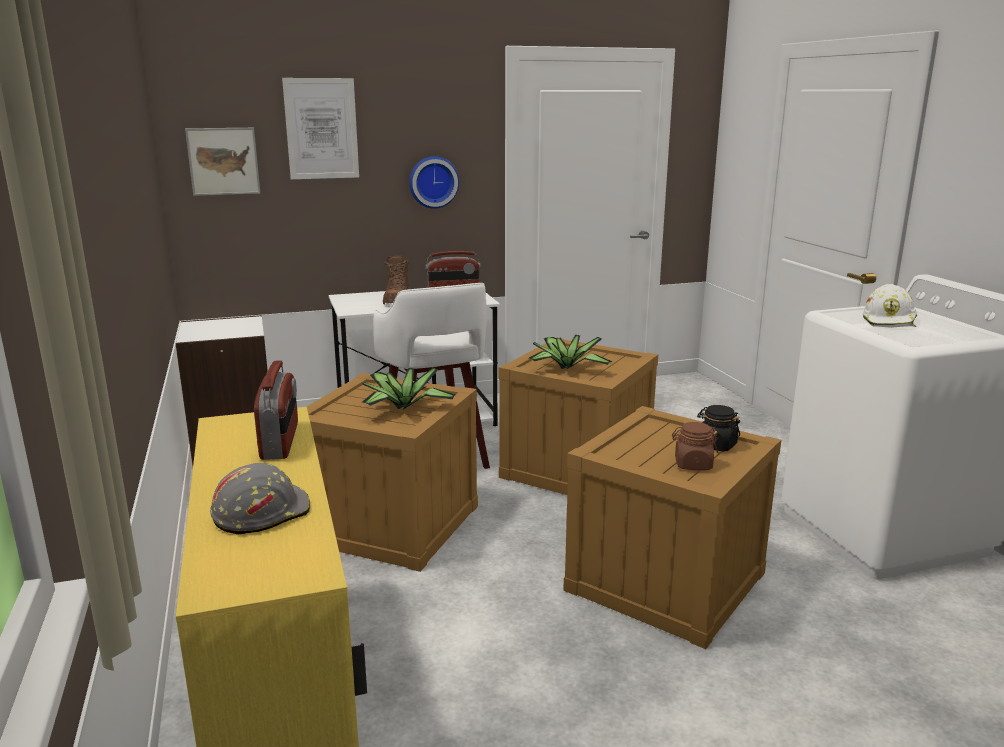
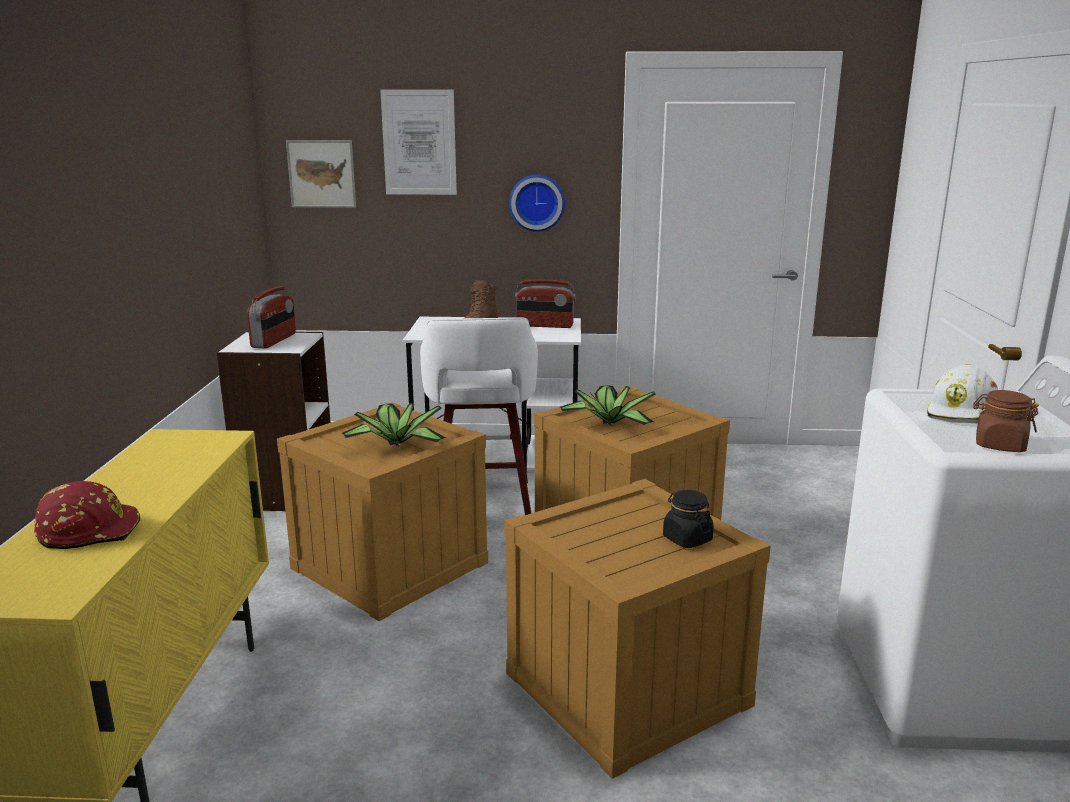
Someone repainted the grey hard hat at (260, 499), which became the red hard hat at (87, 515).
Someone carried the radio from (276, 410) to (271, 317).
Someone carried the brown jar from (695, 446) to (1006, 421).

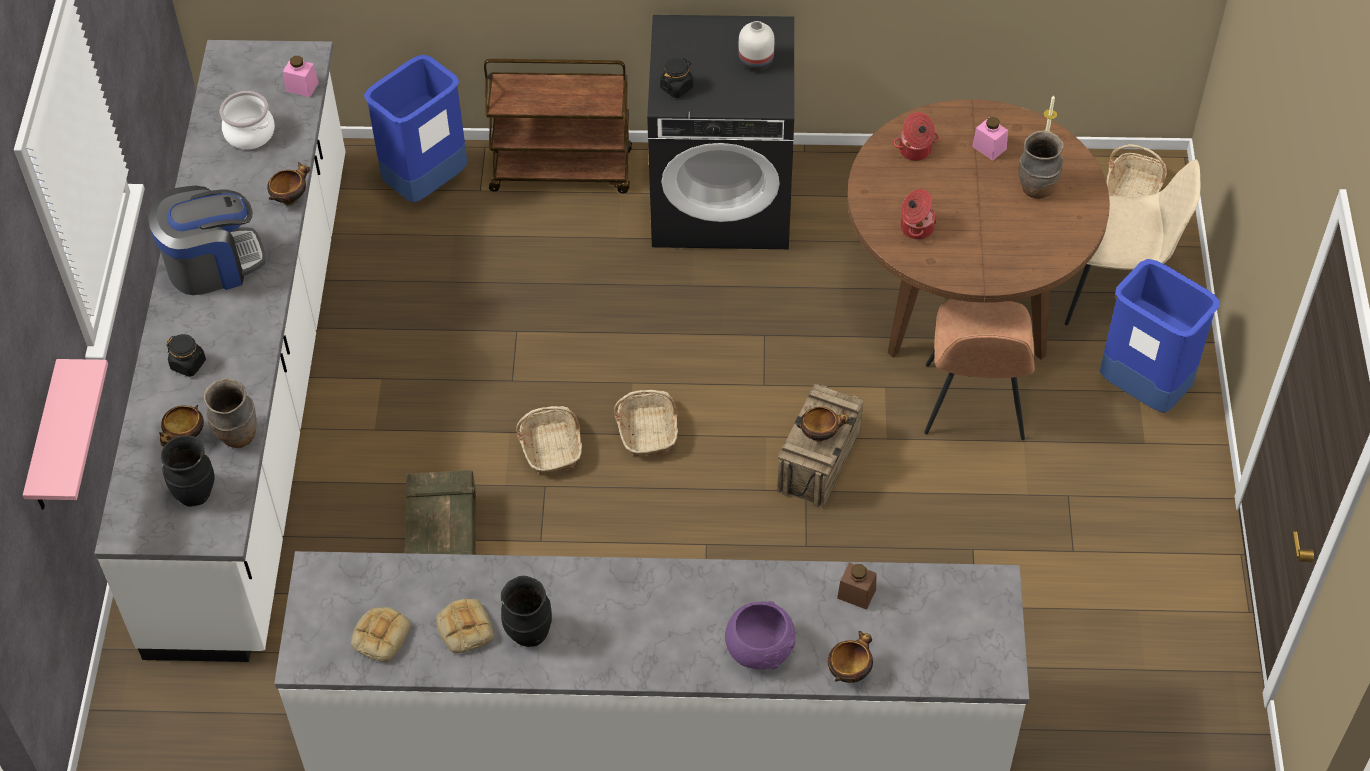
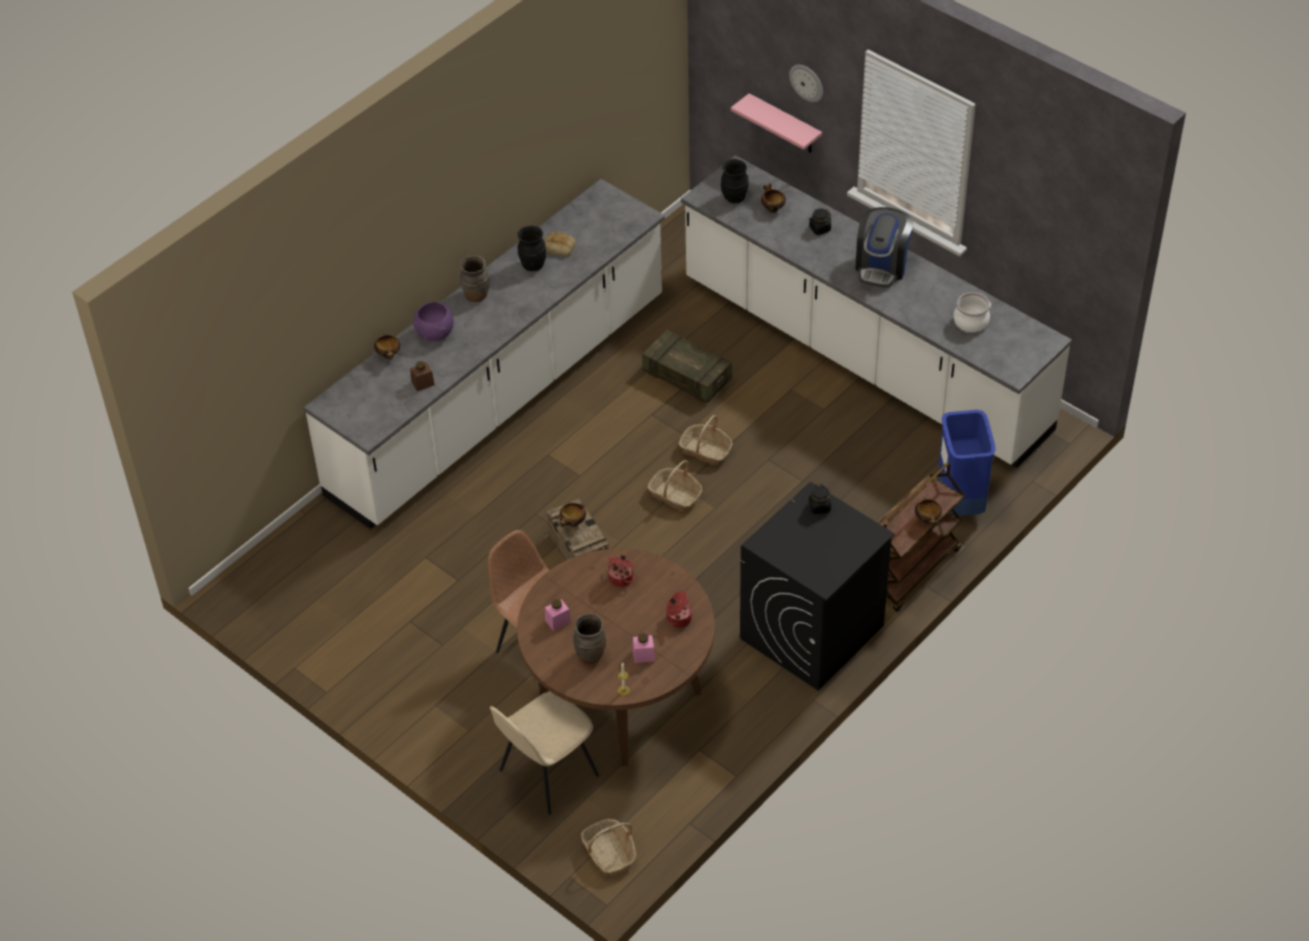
Someone carried the brown vase from (230, 413) to (474, 279).
Someone carried the bowl from (288, 184) to (928, 512).
Someone carried the pink jar from (301, 76) to (558, 615).
Someone took away the bread at (381, 634).
Someone took away the white vase at (756, 46).
Someone took away the blue trash can at (1160, 336).
Someone put up the wall clock at (806, 83).

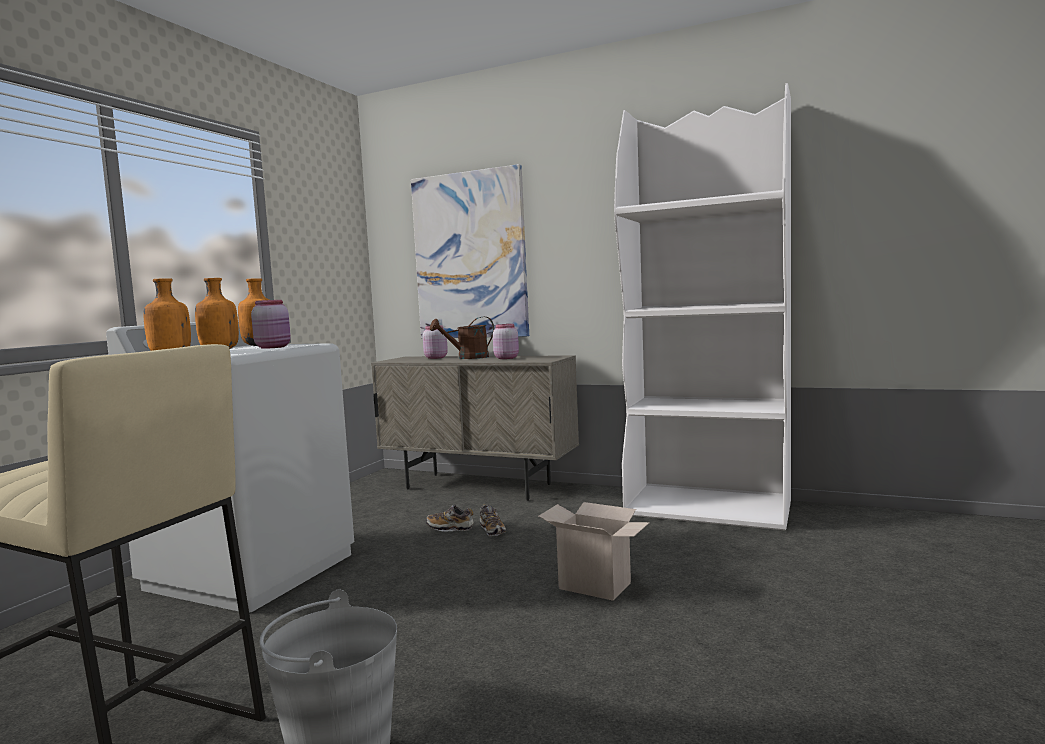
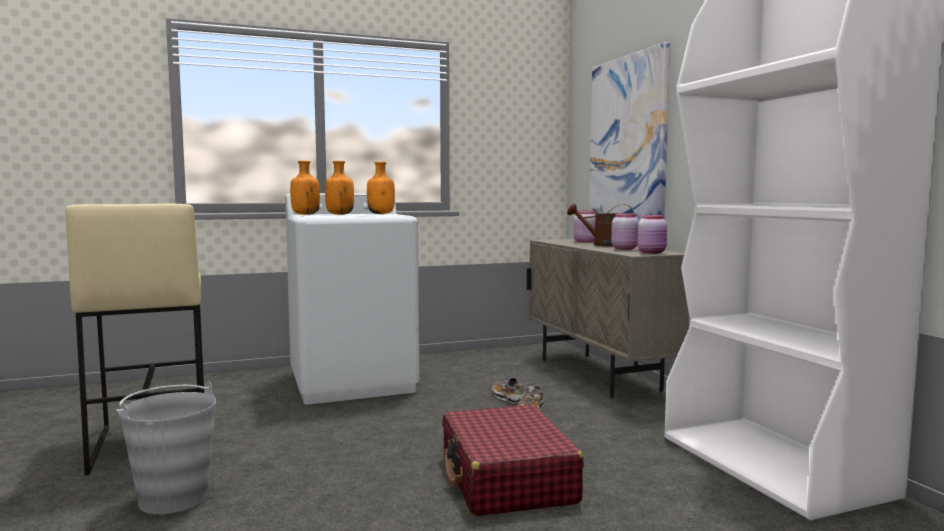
Someone carried the pink jar from (271, 324) to (652, 234).
Someone swapped the cardboard box at (594, 551) for the red suitcase at (513, 460).

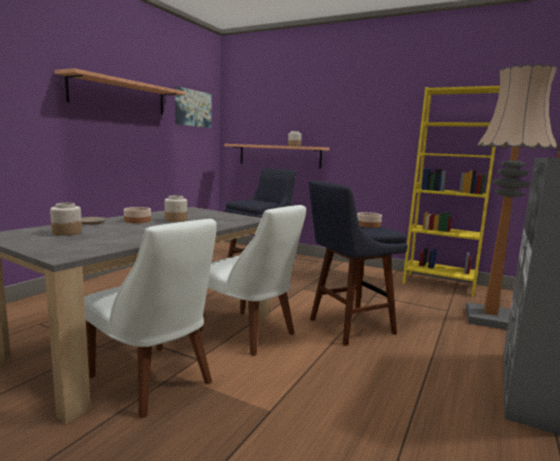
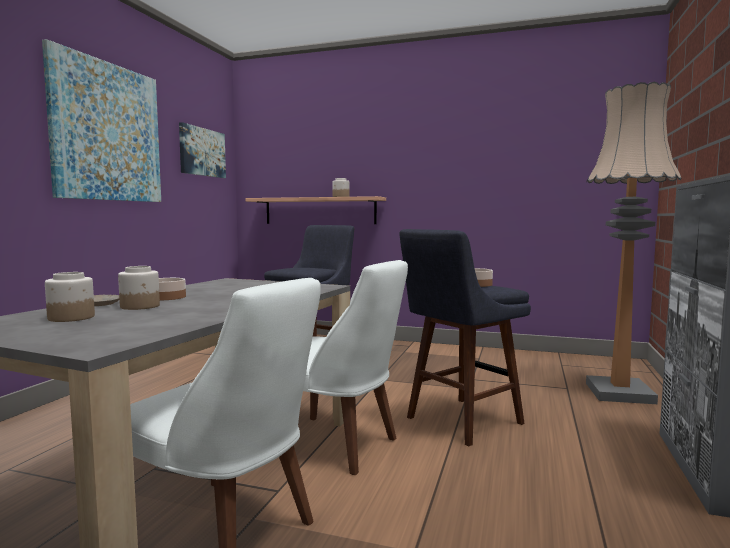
Someone swapped the shelf at (120, 91) for the picture at (101, 120).
Someone carried the jar from (176, 208) to (139, 288).
Someone took away the yellow bookcase at (451, 191).

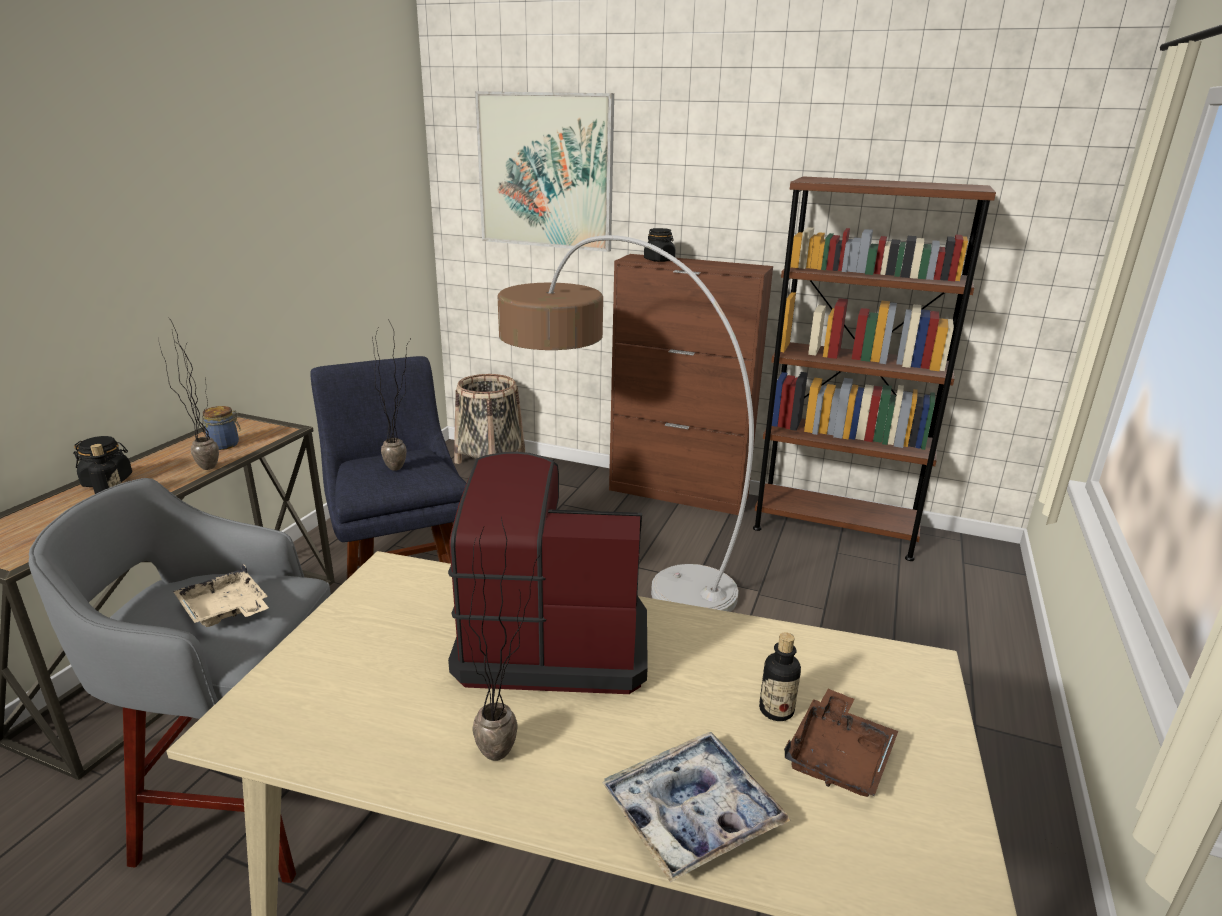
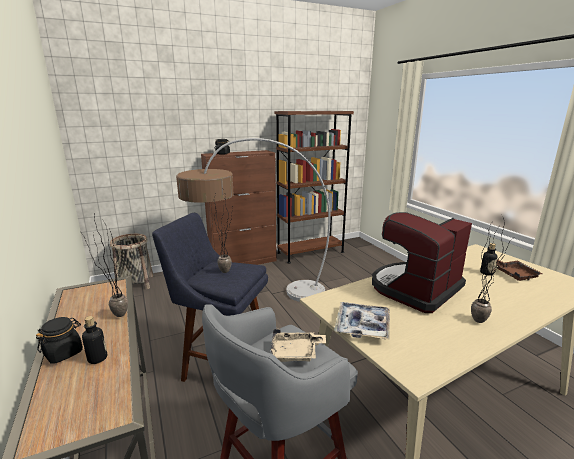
Someone took away the jar at (222, 428).
Someone took away the picture at (544, 171).
Someone carried the tray from (696, 807) to (362, 320).

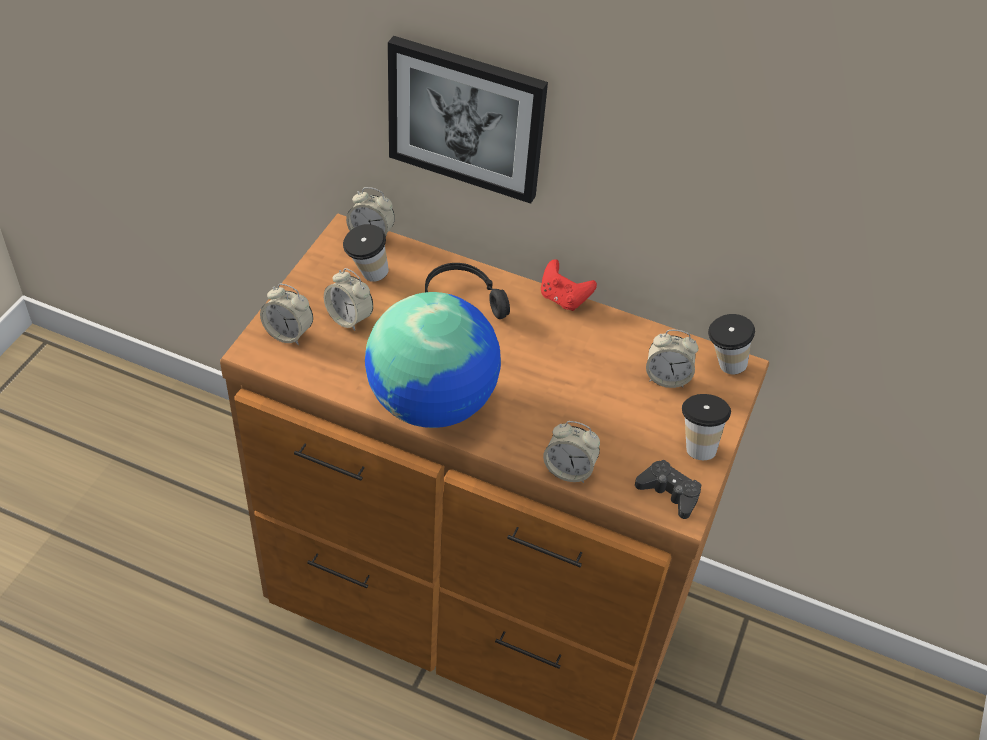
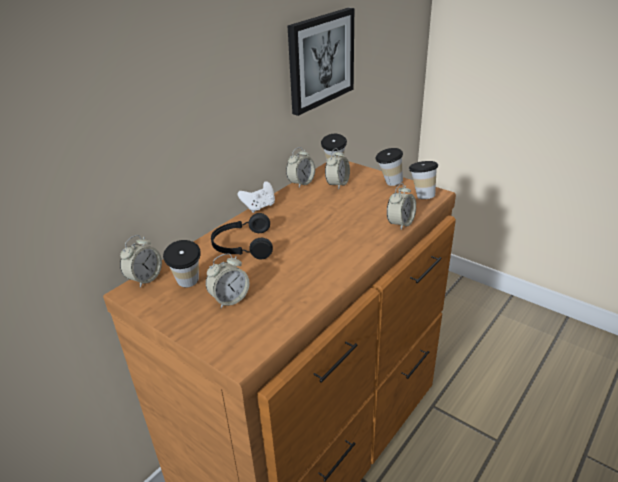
Someone carried the alarm clock from (286, 314) to (300, 167).
Someone took away the globe at (433, 360).
Someone carried the picture from (468, 120) to (321, 62).
Someone repainted the red game controller at (569, 285), which became the white game controller at (256, 197).
Someone swapped the black game controller at (668, 489) for the cup at (423, 180).

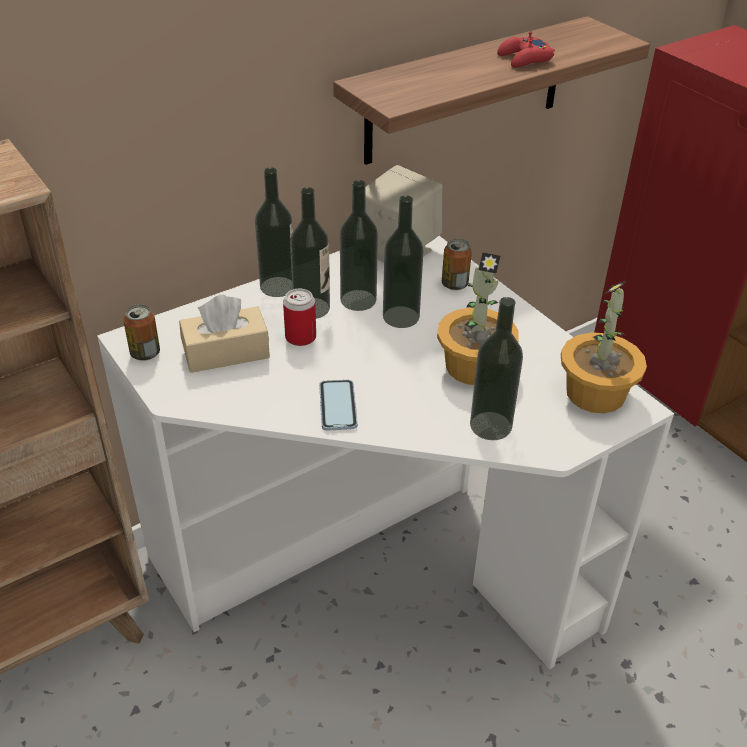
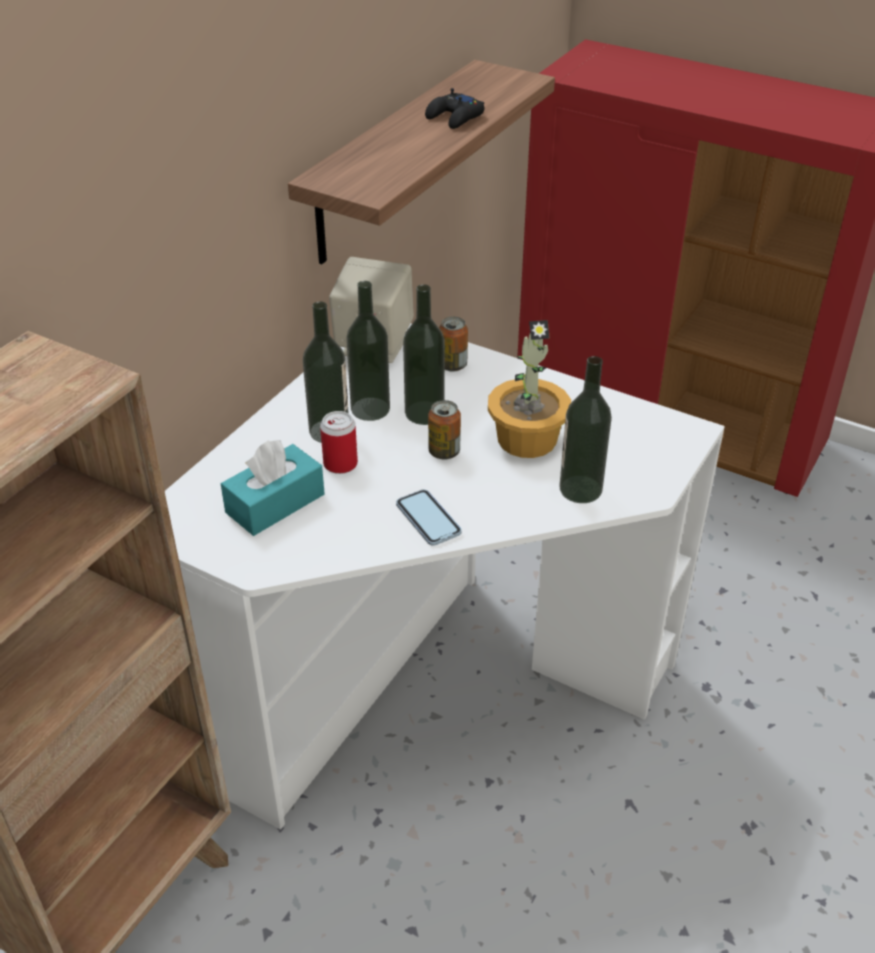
Someone carried the can from (141, 332) to (444, 430).
Someone repainted the beige tissue box at (224, 333), which became the turquoise tissue box at (273, 488).
Someone took away the bottle at (274, 232).
Someone repainted the red game controller at (526, 50), which became the black game controller at (455, 108).
Someone took away the potted plant at (604, 347).

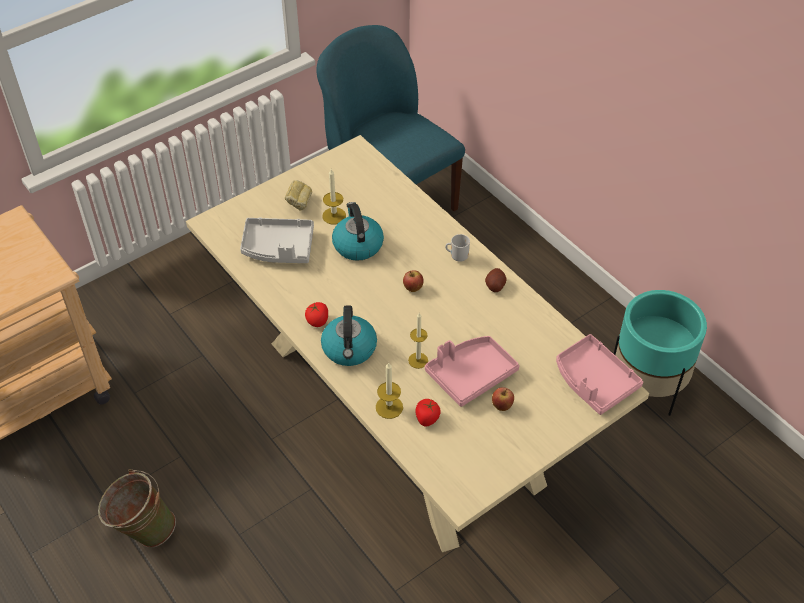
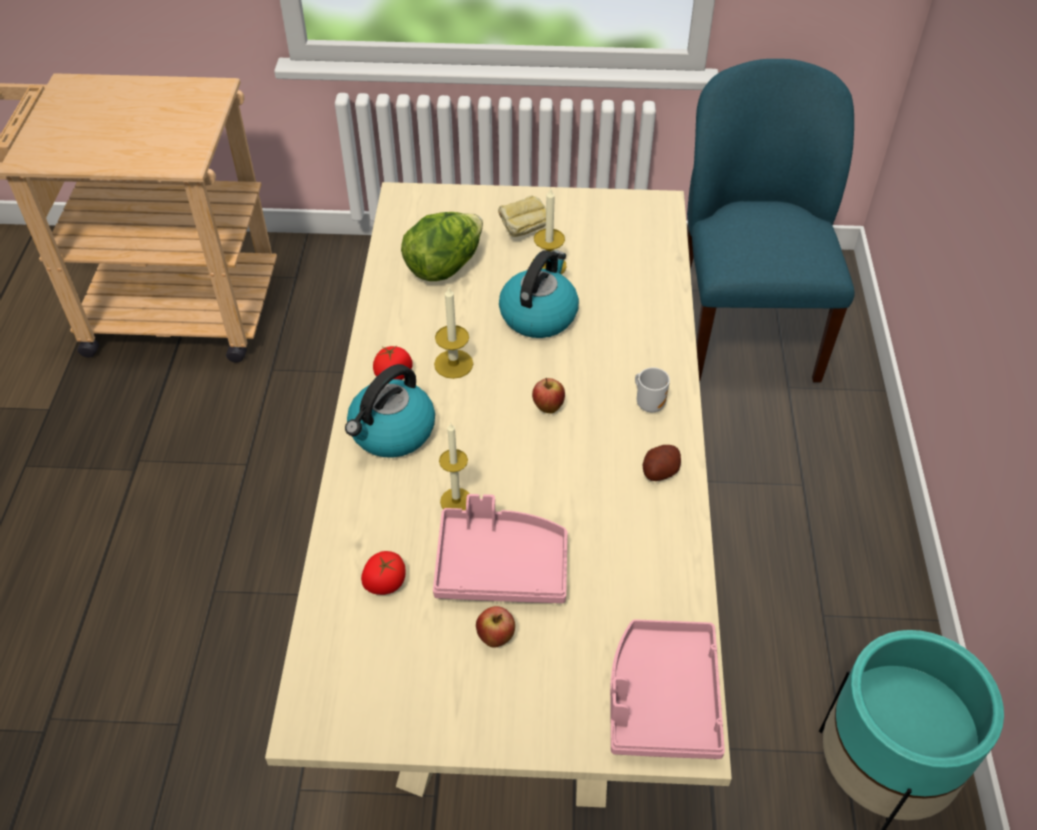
Someone took away the green bucket at (137, 508).
Someone swapped the grey tray at (277, 240) for the lettuce at (442, 246).
Someone carried the candle from (389, 391) to (453, 332).

